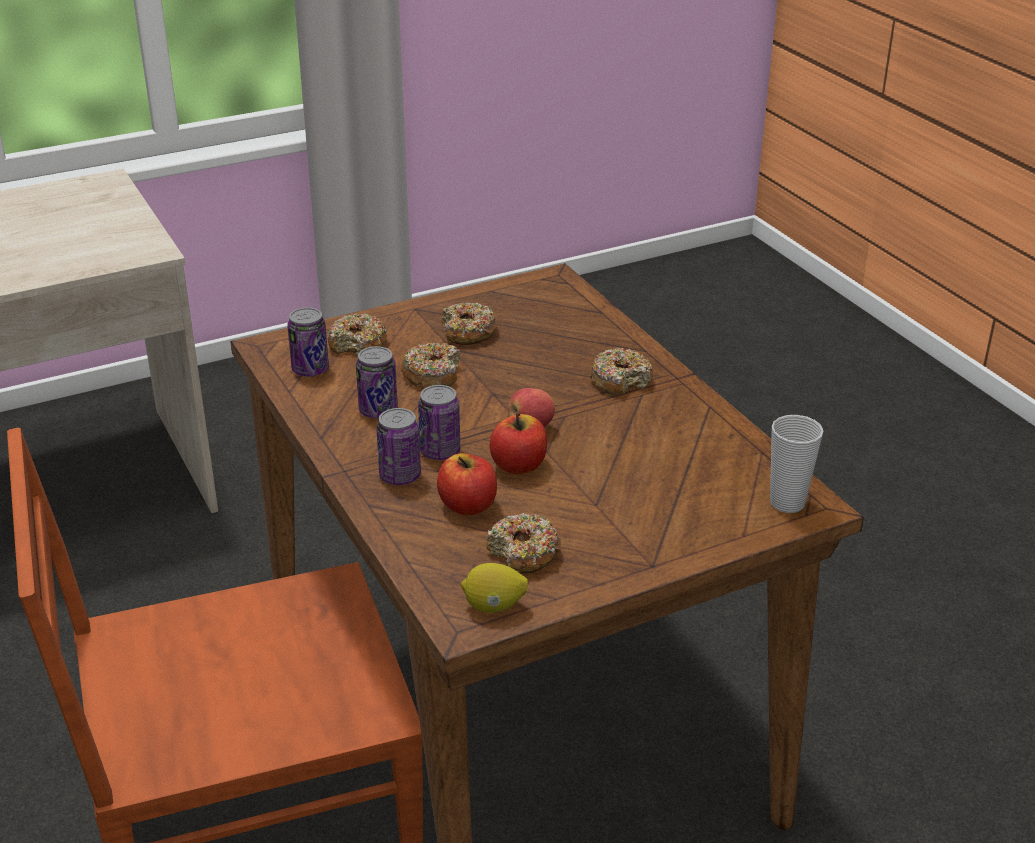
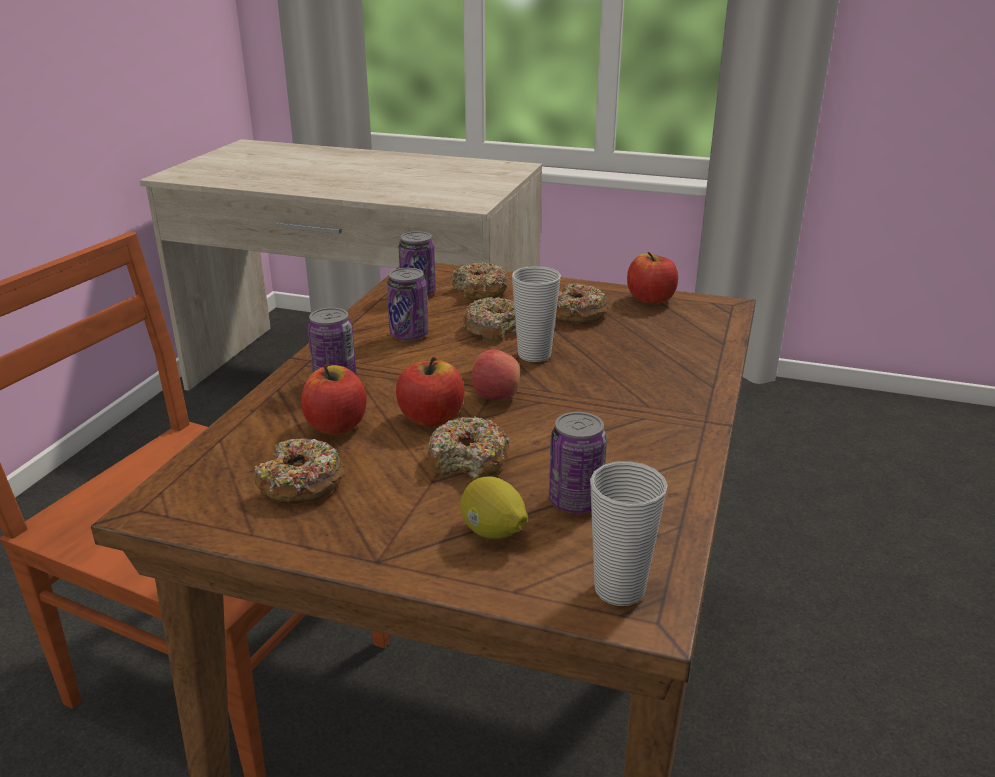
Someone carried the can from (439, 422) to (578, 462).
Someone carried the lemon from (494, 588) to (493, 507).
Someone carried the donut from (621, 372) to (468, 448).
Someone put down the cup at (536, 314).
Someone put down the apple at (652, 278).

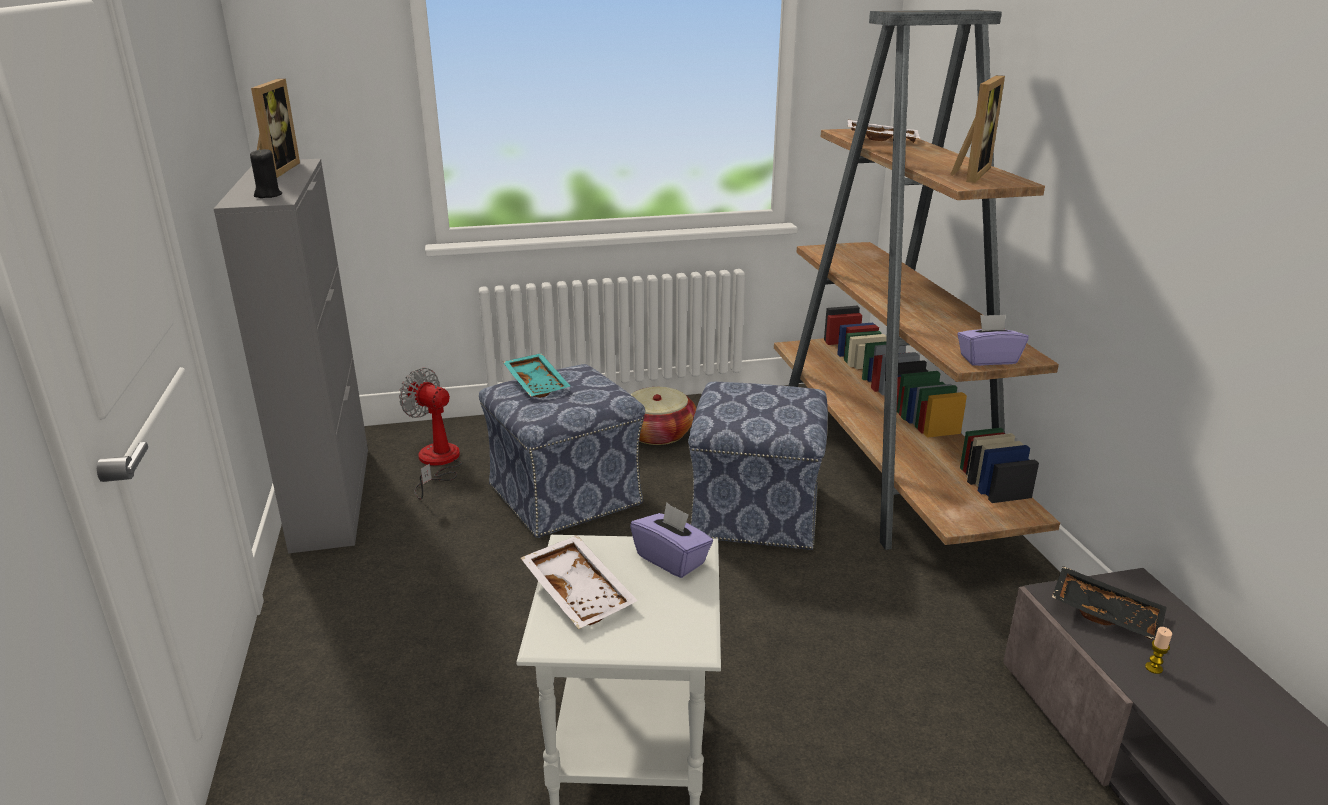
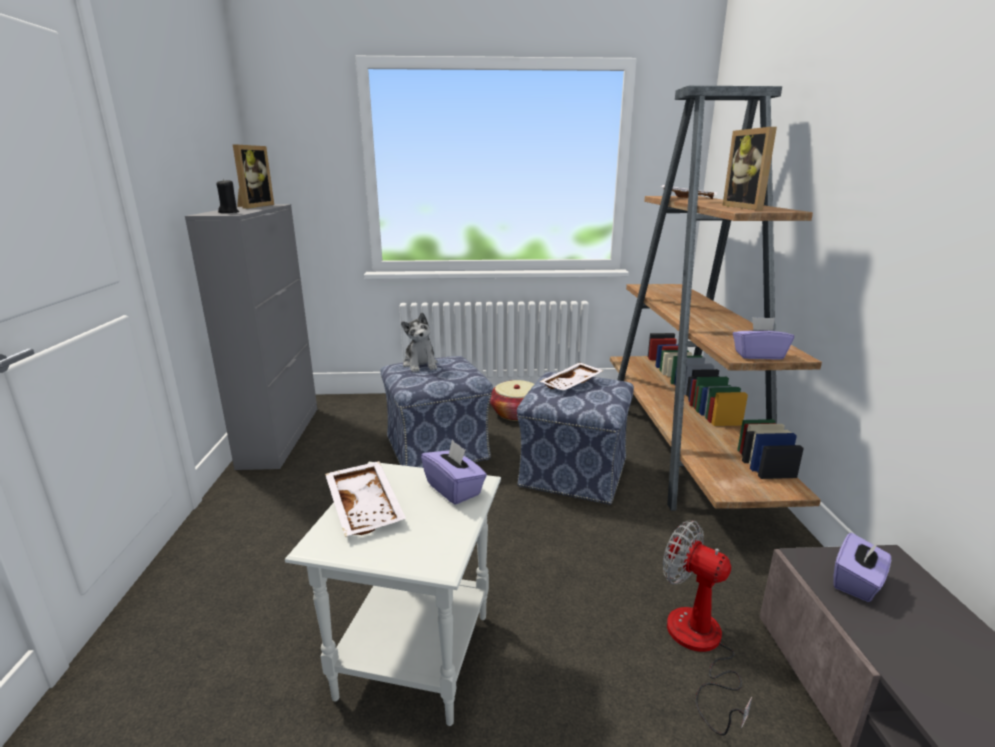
Someone carried the fan from (430, 434) to (707, 628).
Someone swapped the turquoise tray at (536, 375) for the plush toy at (419, 342).
Someone rotated the picture frame at (977, 129) by 135 degrees clockwise.
Someone swapped the black tray at (1109, 603) for the purple tissue box at (862, 567).
Someone took away the candle at (1158, 650).
Someone put down the white tray at (571, 376).

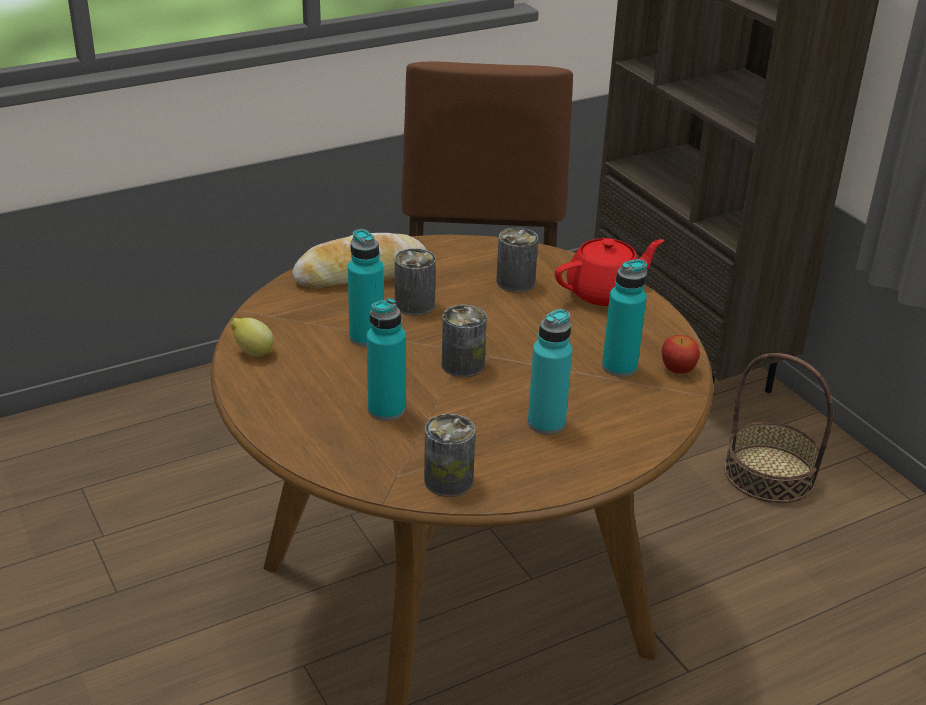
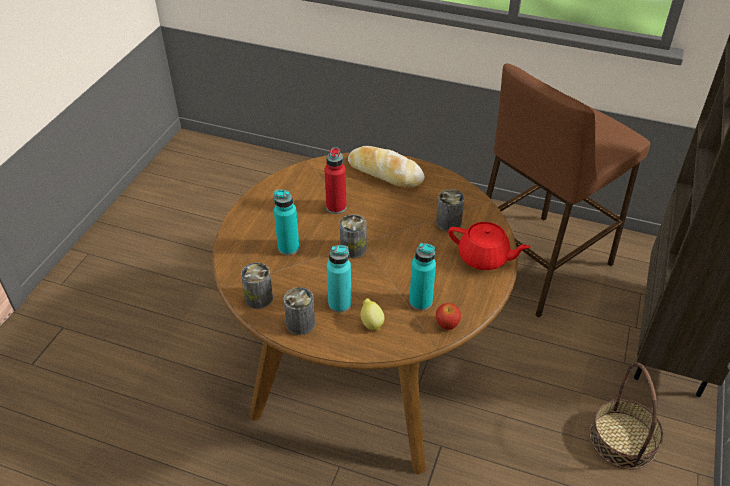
Someone carried the lemon from (252, 337) to (372, 314).
Someone repainted the turquoise bottle at (366, 288), which became the red bottle at (335, 180).
Someone carried the can from (415, 282) to (299, 311).

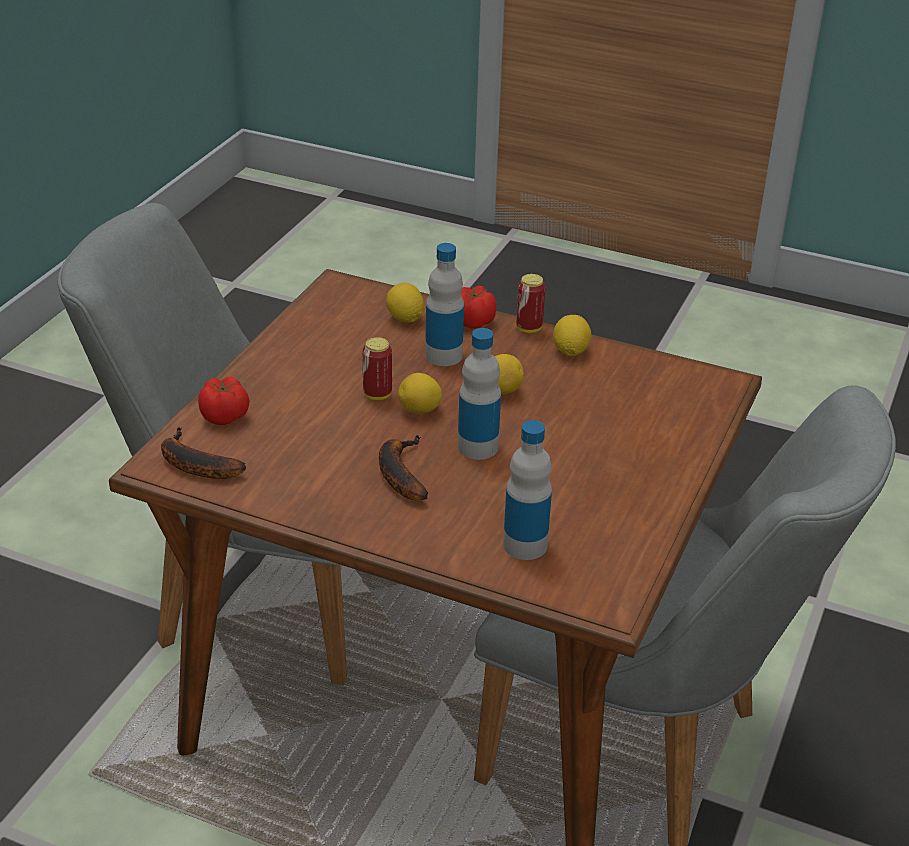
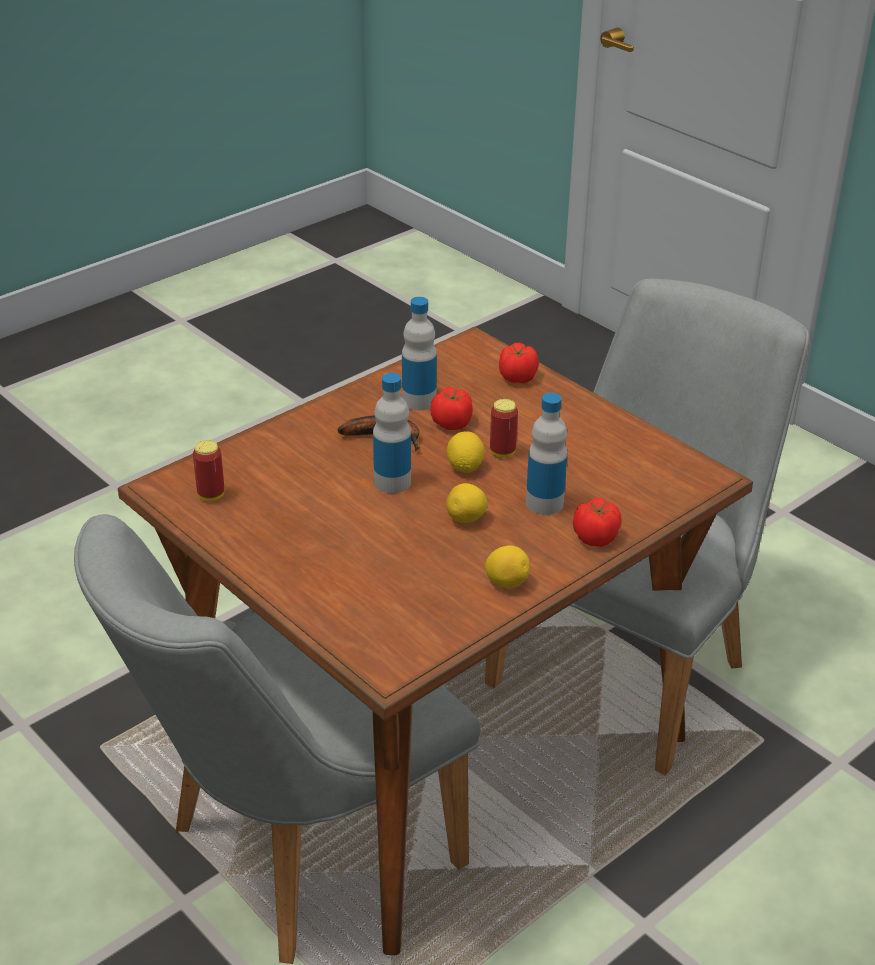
Someone took away the banana at (203, 453).
Someone took away the lemon at (405, 302).
Someone carried the bottle from (527, 490) to (419, 353).
Someone carried the can from (530, 303) to (208, 470).
Someone put down the tomato at (451, 408).

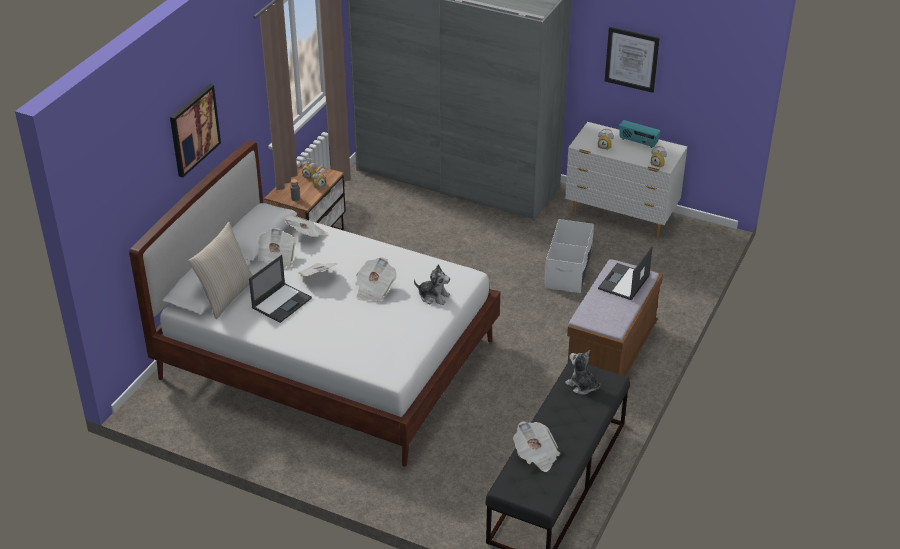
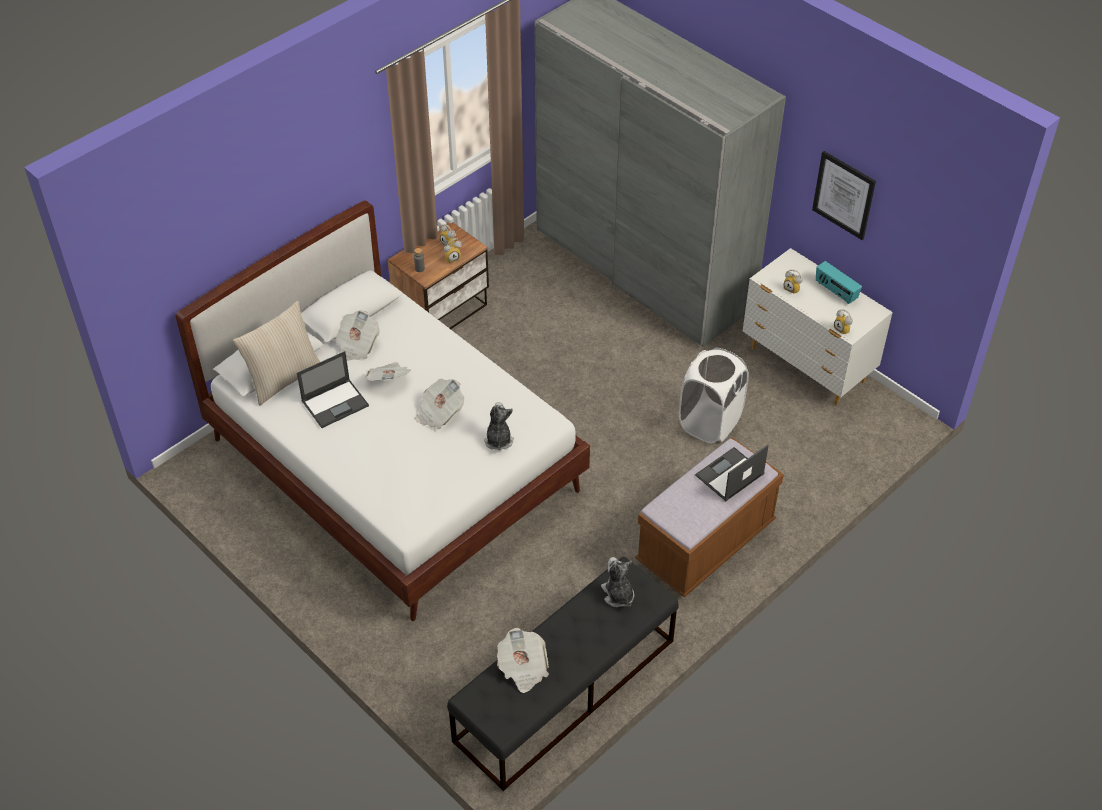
Someone took away the picture at (195, 130).
Someone took away the newspaper at (305, 226).
Someone rotated the plush toy at (432, 285) by 135 degrees counterclockwise.
Someone swapped the white storage box at (569, 256) for the white laundry basket at (714, 396).

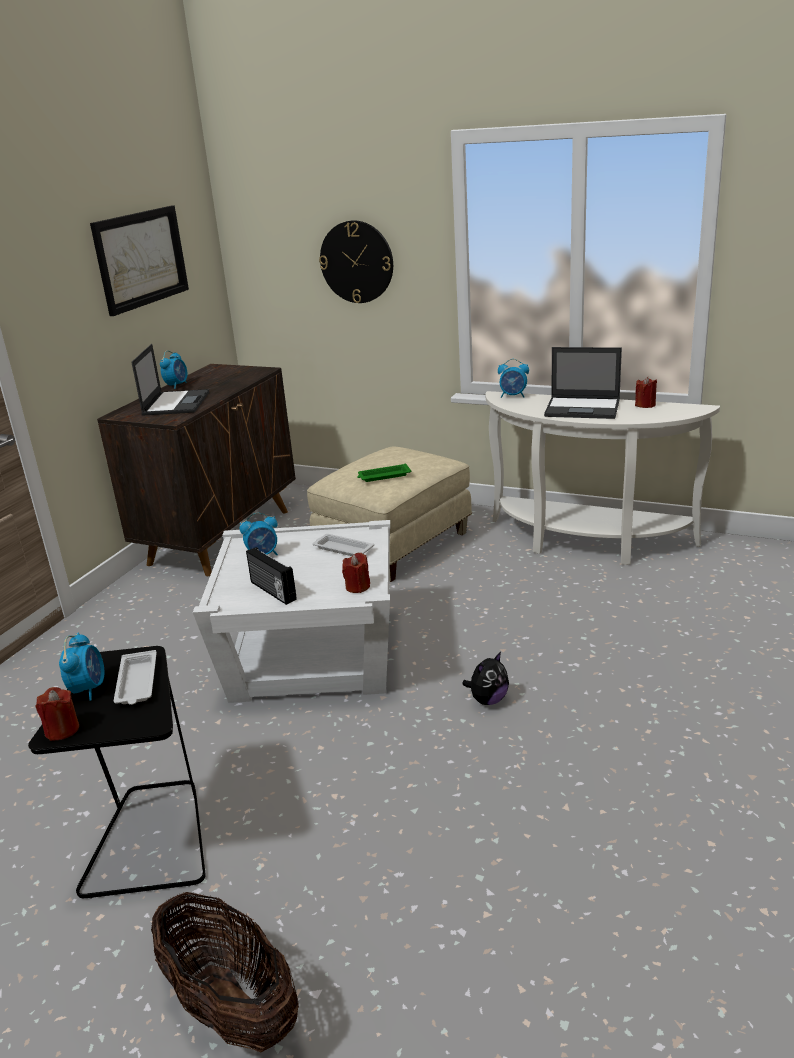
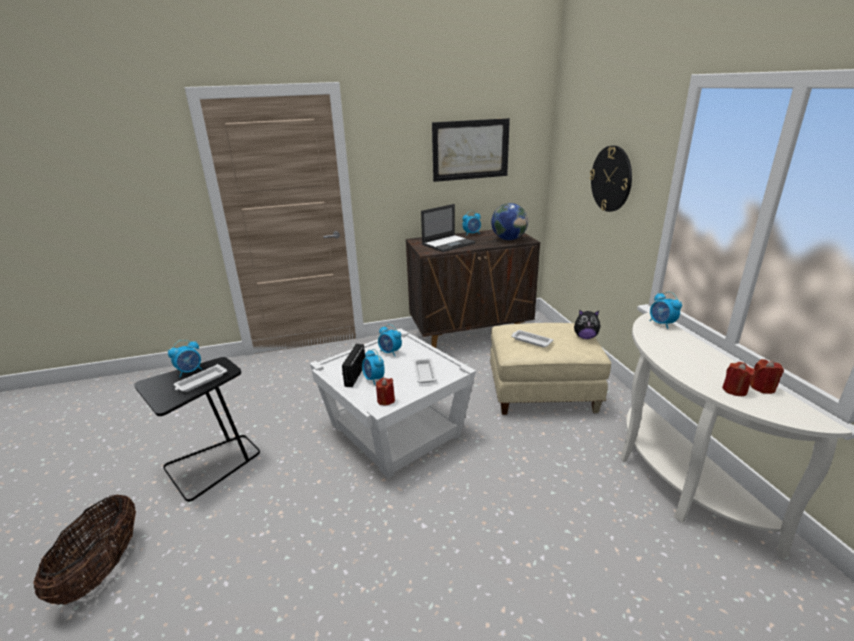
Someone carried the red candle from (57, 714) to (738, 379).
Someone repainted the green tray at (384, 472), which became the white tray at (532, 338).
Someone carried the plush toy from (485, 678) to (587, 324).
Someone took away the laptop at (583, 383).
Someone put down the alarm clock at (373, 367).
Someone put down the globe at (509, 221).

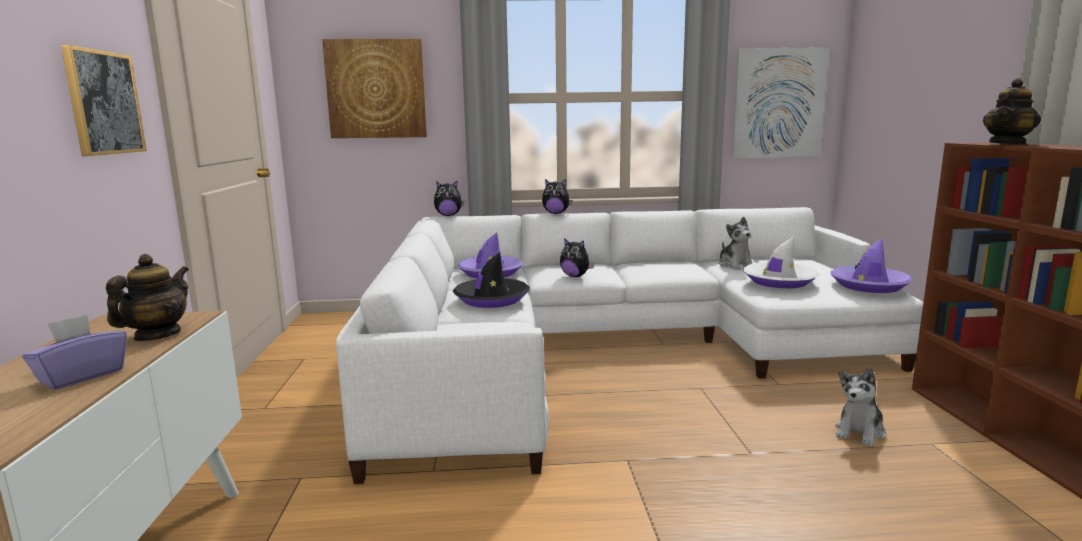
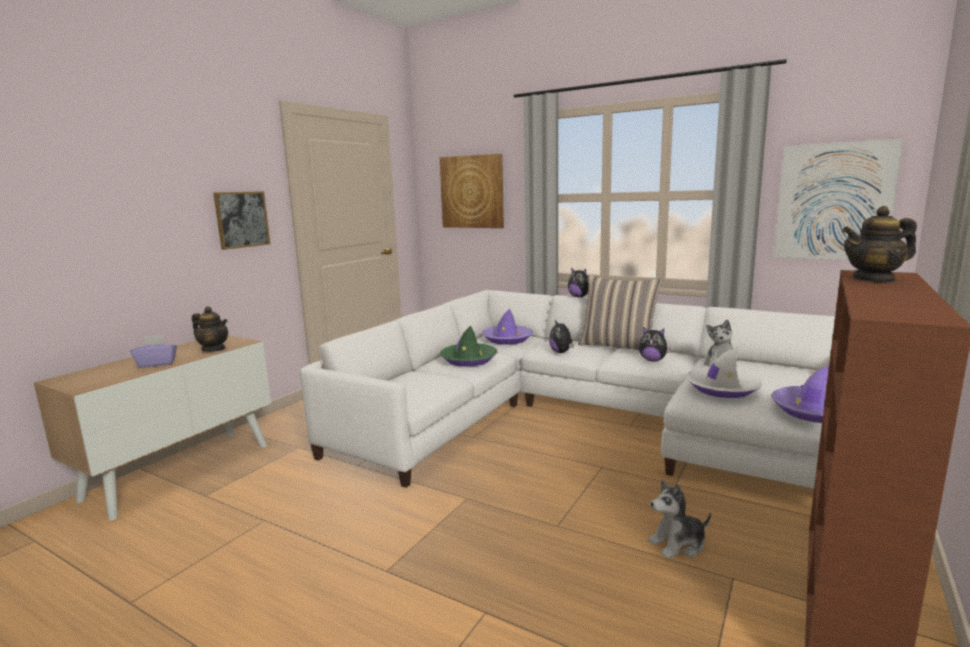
Someone rotated the teapot at (147, 297) by 60 degrees clockwise.
Someone carried the plush toy from (449, 198) to (655, 344).
Someone repainted the black hat at (491, 280), which became the green hat at (468, 346).
Someone put down the pillow at (620, 312).

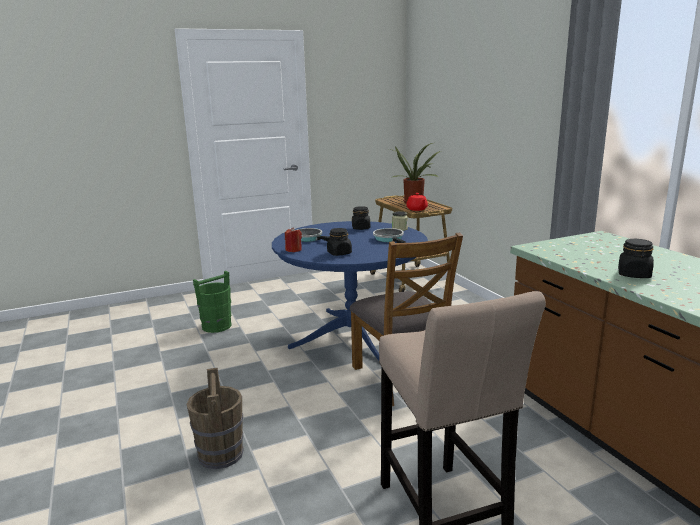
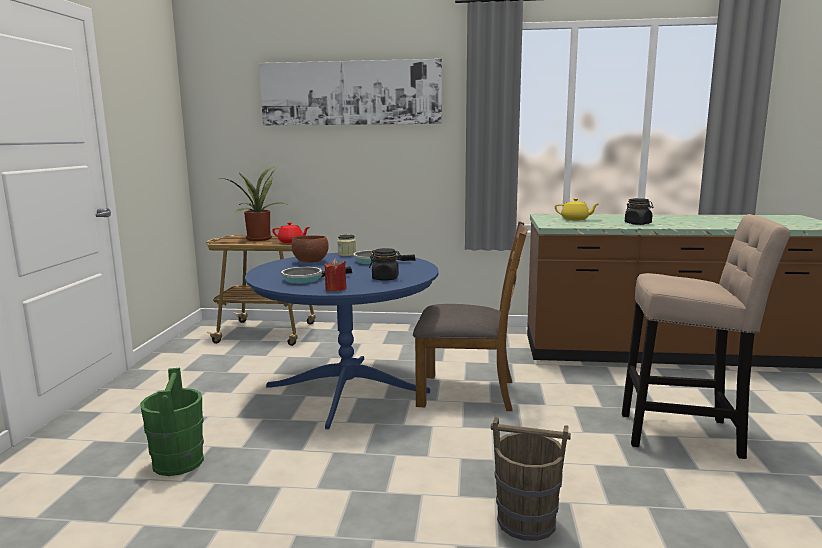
Someone swapped the black jar at (361, 218) for the brown bowl at (310, 249).
Someone put up the picture at (350, 92).
Someone put down the yellow teapot at (577, 209).

